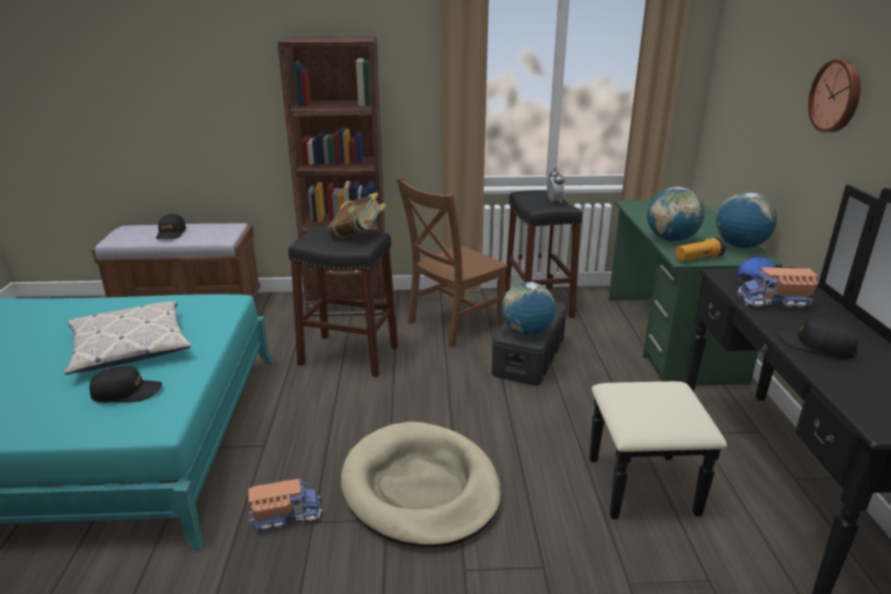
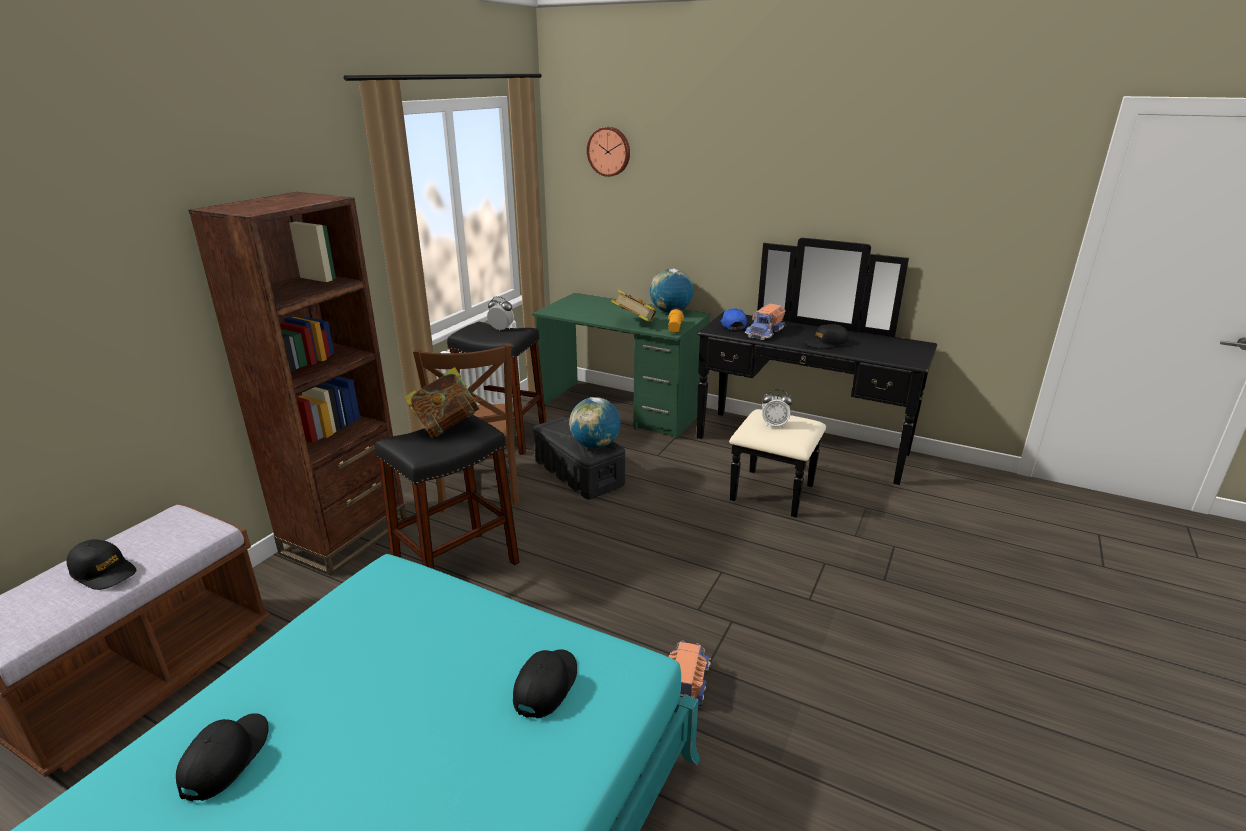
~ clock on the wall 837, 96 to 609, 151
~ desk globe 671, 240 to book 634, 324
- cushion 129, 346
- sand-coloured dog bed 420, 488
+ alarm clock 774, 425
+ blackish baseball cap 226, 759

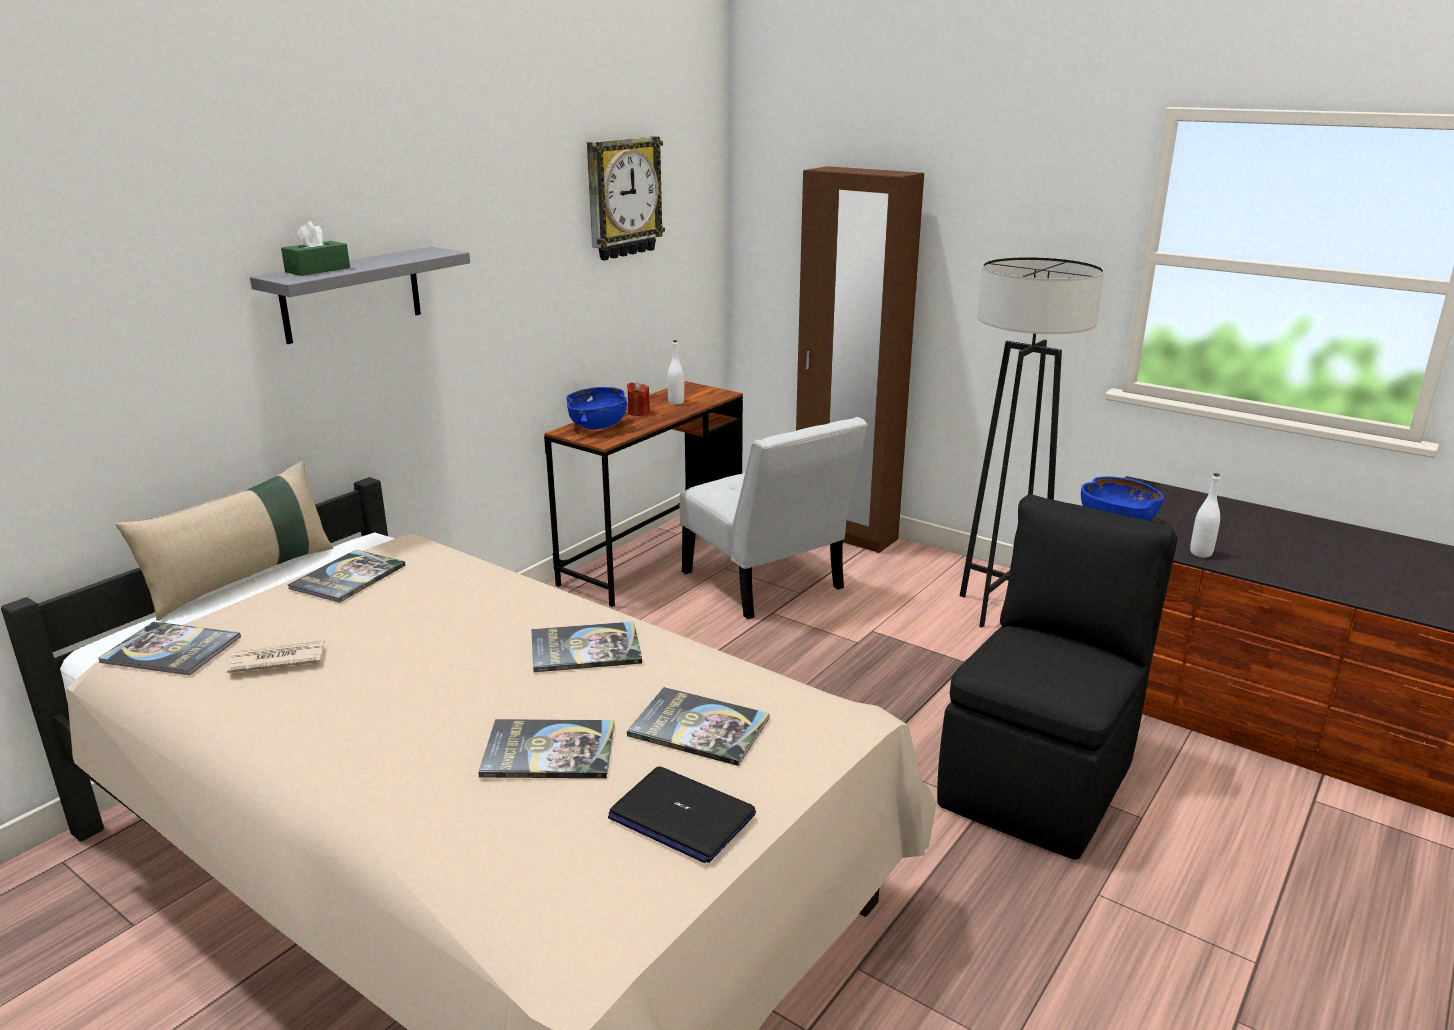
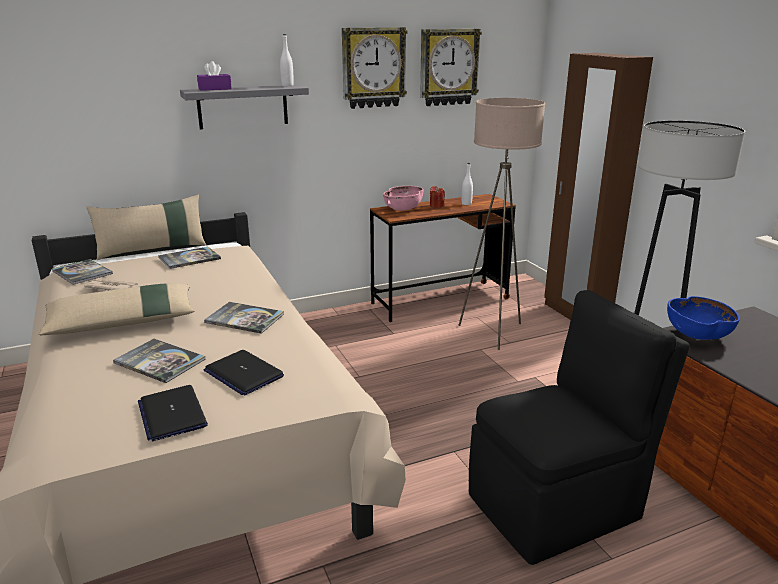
~ green tissue holder 318, 270 to purple tissue holder 215, 89
~ blue serving bowl 598, 426 to pink-coloured serving bowl 403, 209
~ white-coloured upright chair 766, 584 to sand-coloured standard lamp 493, 332
~ white-coloured beverage bottle 1201, 553 to 287, 85
~ book 699, 727 to portable computer 243, 374
+ clock on the wall 373, 68
+ sand-coloured cushion 123, 322

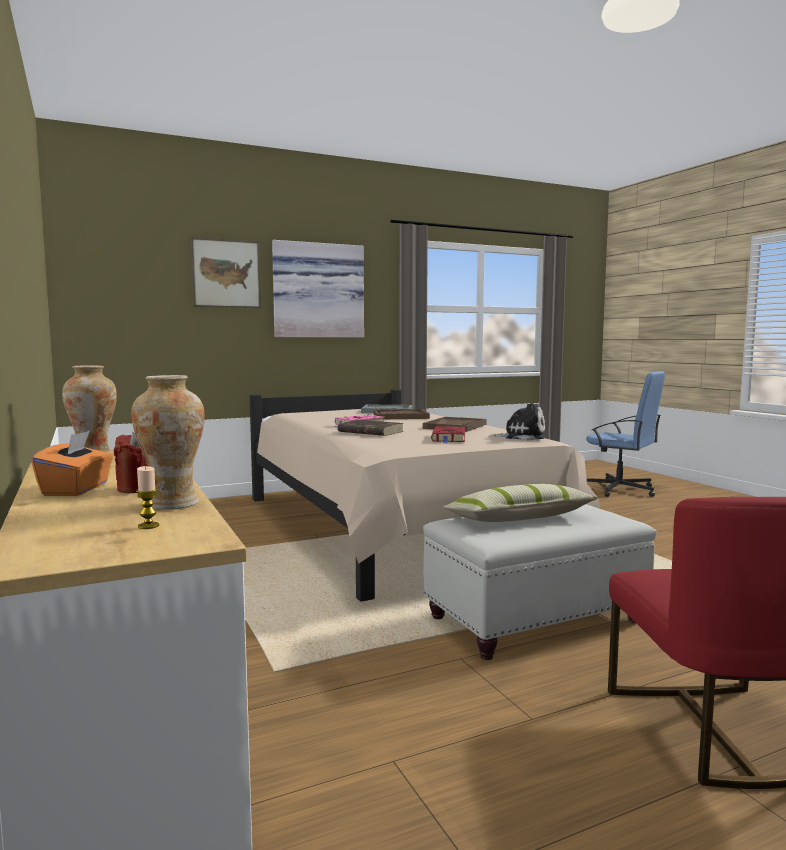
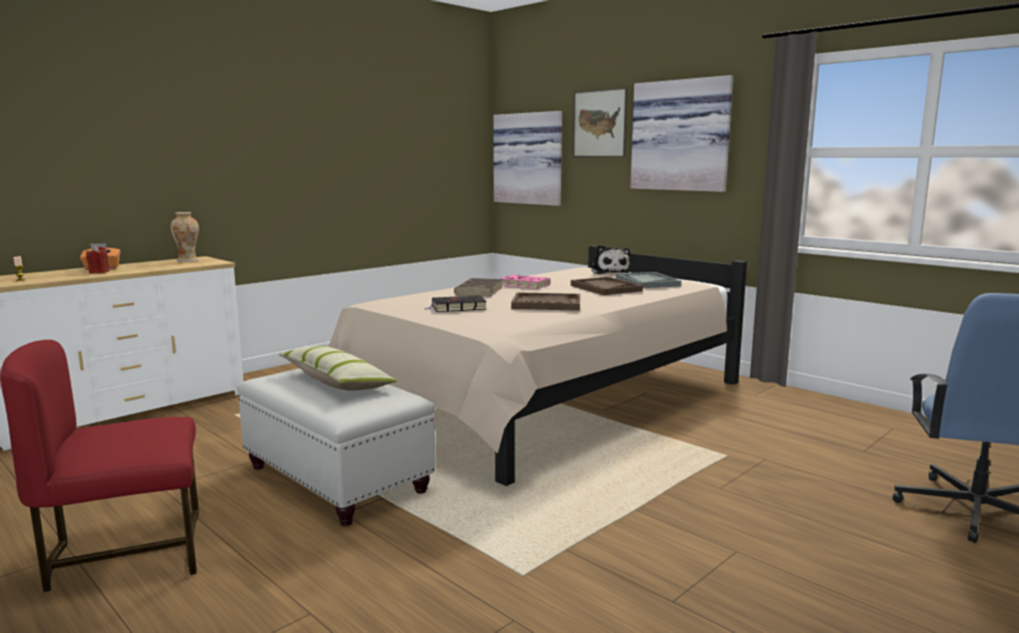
- flower vase 172, 504
~ plush toy 521, 437 to 609, 272
~ red book 449, 438 to blackish book 457, 308
+ wall picture 529, 158

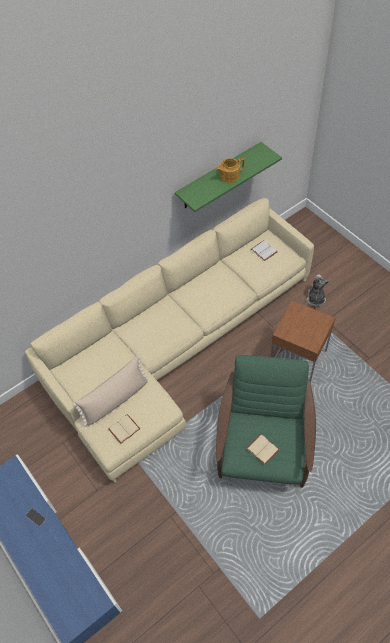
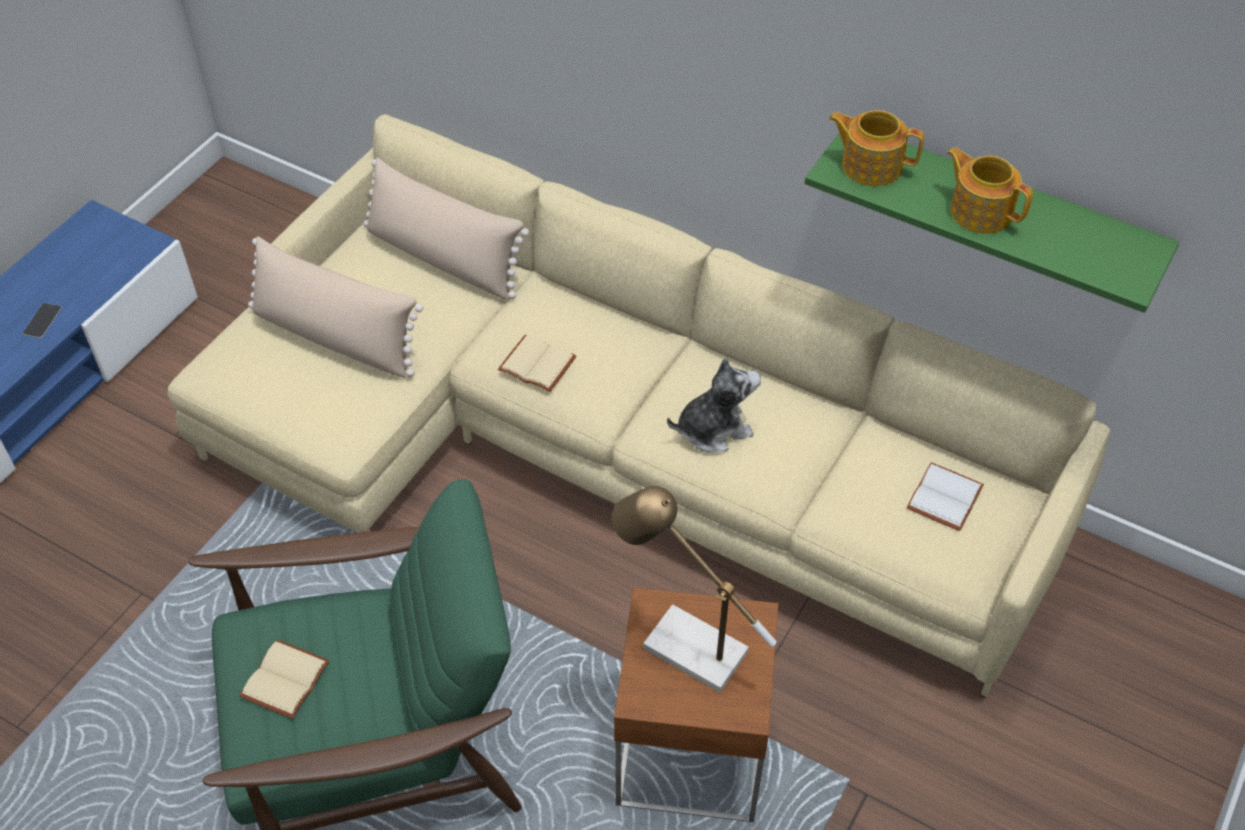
~ plush toy 315, 299 to 713, 429
~ sand-coloured book 124, 428 to 539, 363
+ pot for tea 870, 165
+ sand-coloured cushion 443, 258
+ table lamp 682, 645

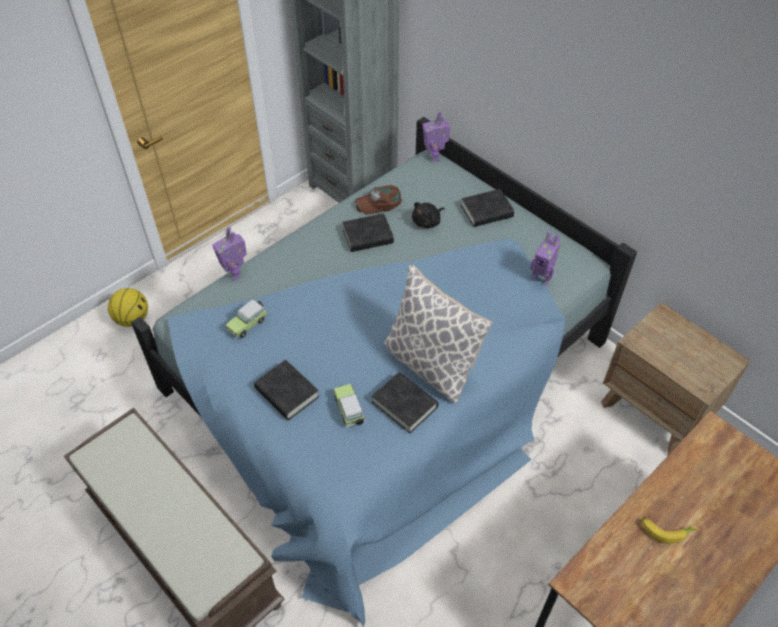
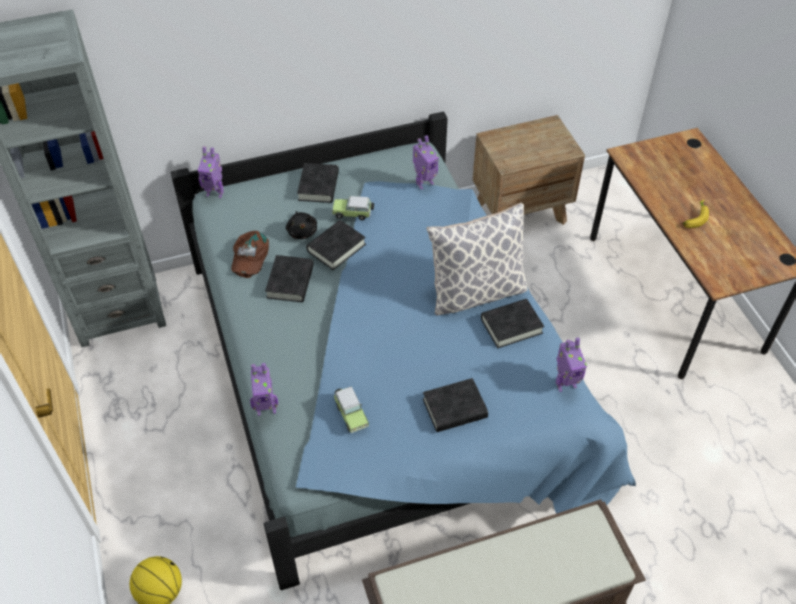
~ toy car 349, 411 to 353, 213
+ blackish book 336, 248
+ robot figure 565, 384

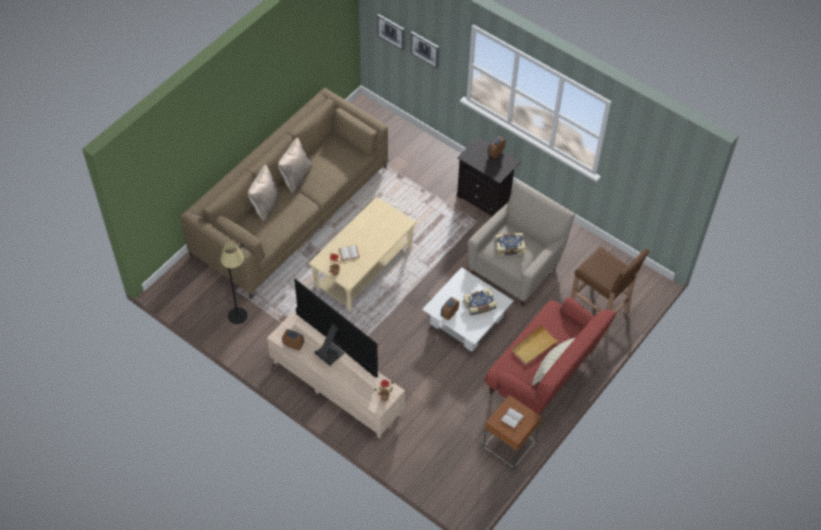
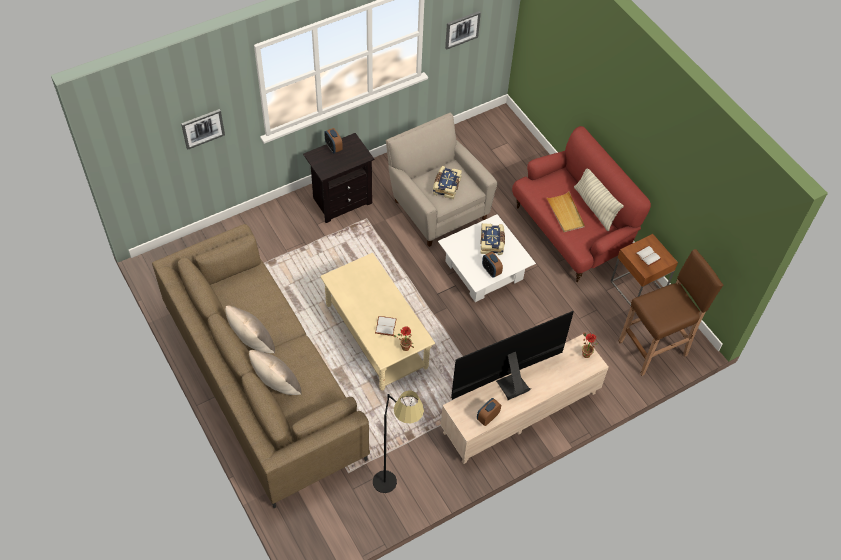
~ wall picture 391, 31 to 462, 29
~ brownish stool seat 599, 311 to 654, 348

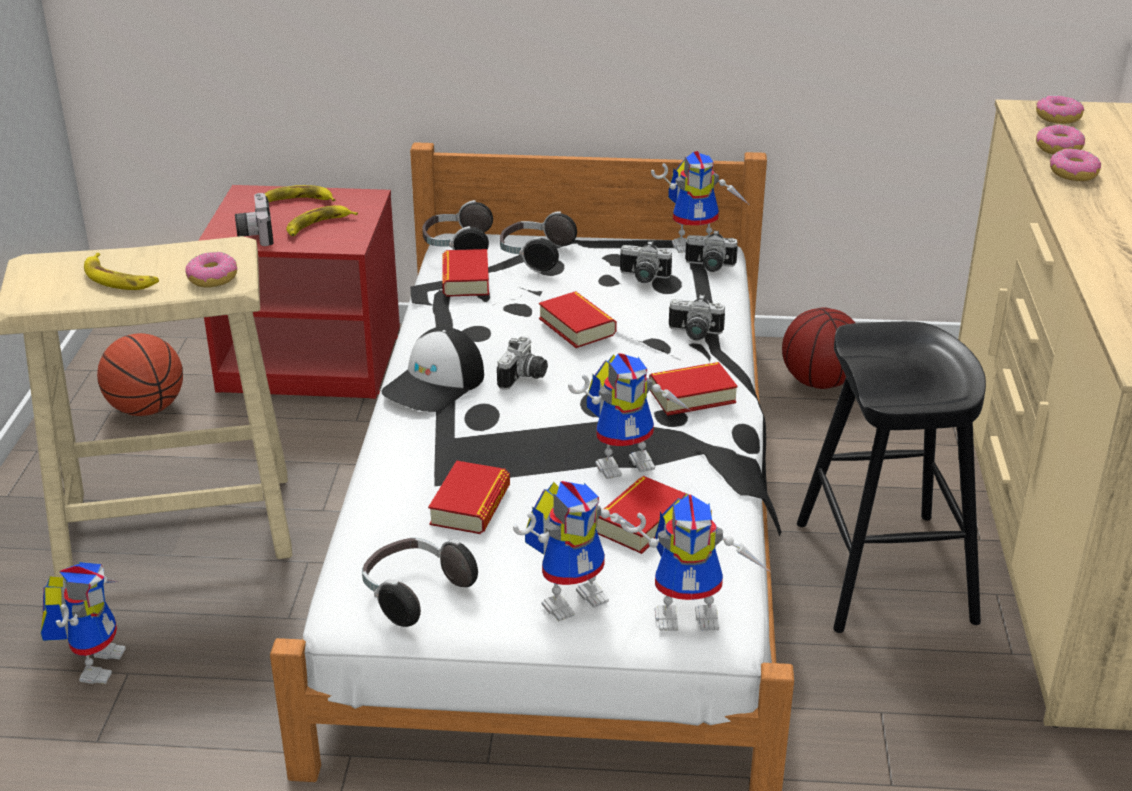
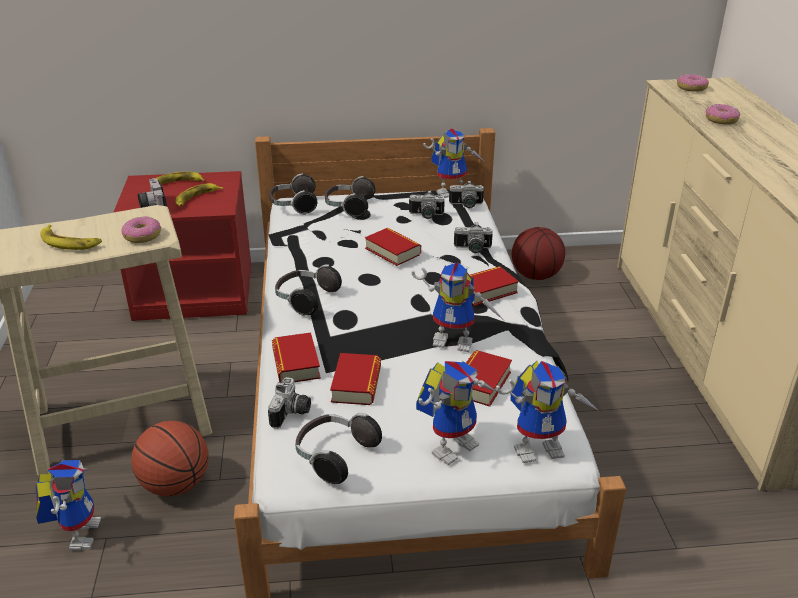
- donut 1058, 148
~ book 465, 280 to 296, 364
- blackish stool seat 884, 571
~ baseball cap 435, 384 to headphones 305, 300
~ basketball 147, 409 to 176, 484
~ photo camera 525, 377 to 292, 414
~ robot figure 626, 461 = 457, 340 45 degrees clockwise

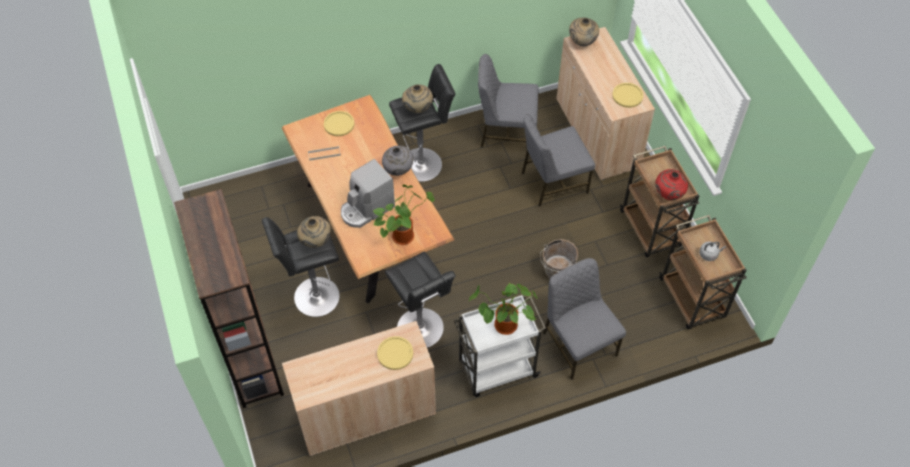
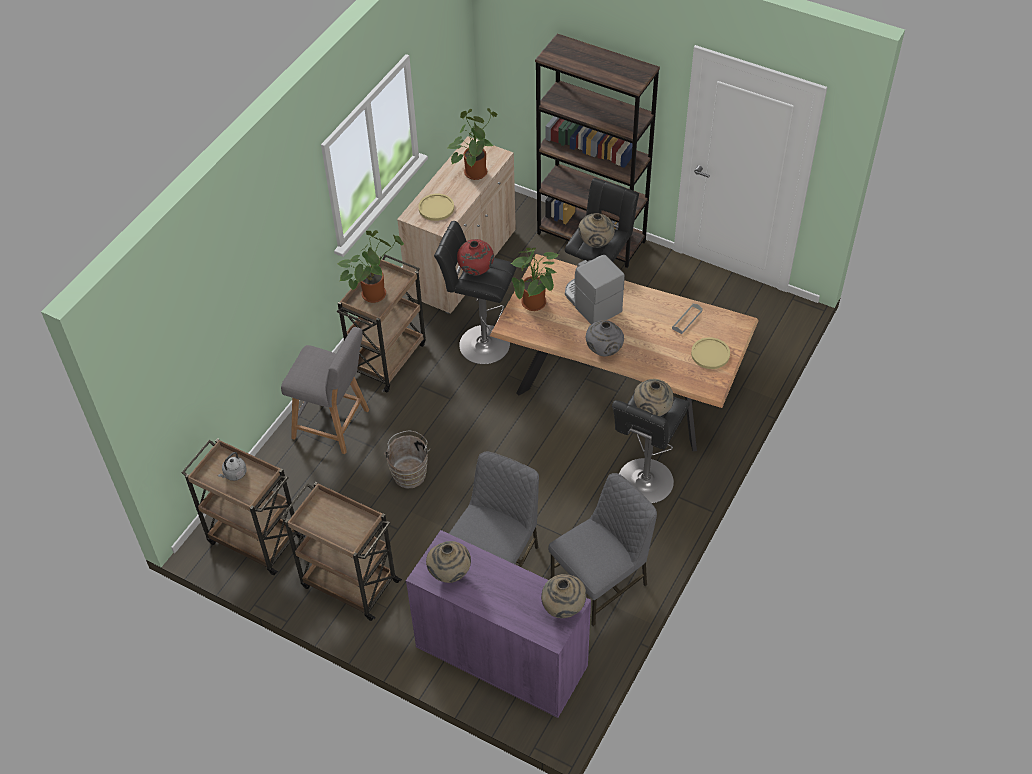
~ sand-coloured cabinet 597, 133 to purple cabinet 501, 657
~ yellowish plate 627, 96 to sand-coloured flower vase 449, 574
~ coffee machine 366, 209 = 591, 302 45 degrees counterclockwise
~ red flower vase 668, 194 to 476, 271
~ gray upright chair 578, 343 to gray stool seat 334, 425
~ white-coloured cart 496, 370 to brownish cart 388, 358
+ potted plant 474, 171

